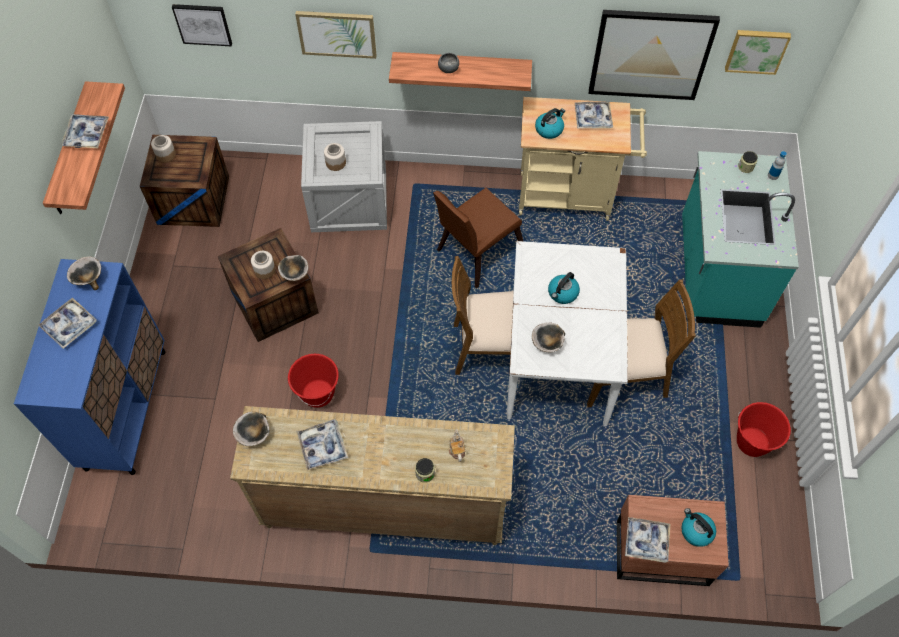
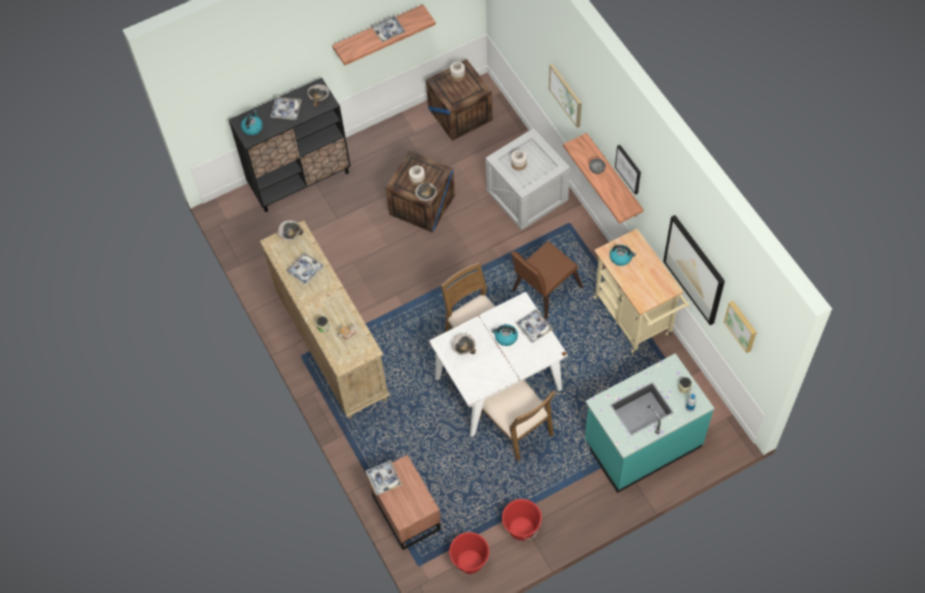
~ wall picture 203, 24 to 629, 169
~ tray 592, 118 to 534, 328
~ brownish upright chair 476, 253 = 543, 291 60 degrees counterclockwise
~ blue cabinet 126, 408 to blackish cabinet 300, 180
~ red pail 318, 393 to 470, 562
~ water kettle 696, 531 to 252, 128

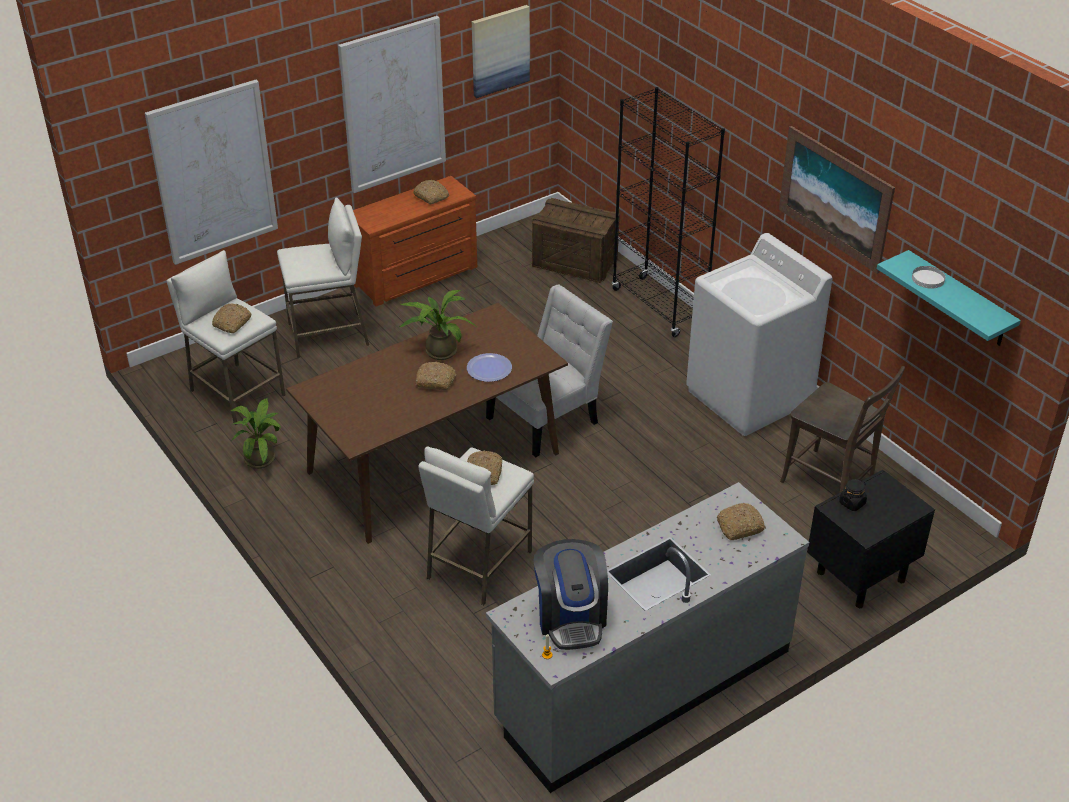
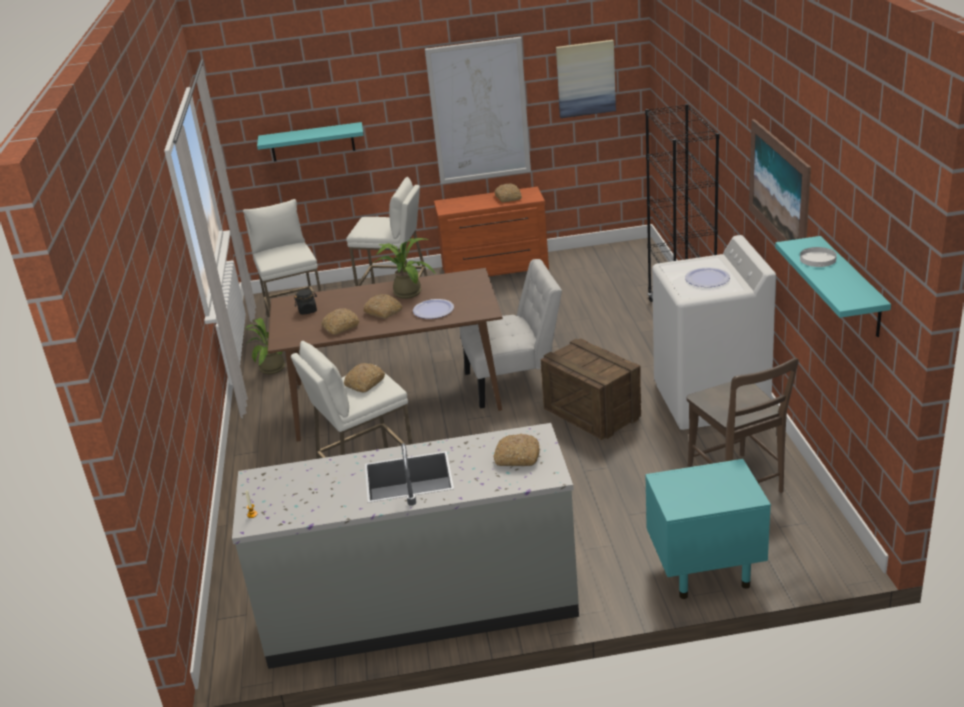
~ wall picture 213, 172 to turquoise-coloured shelf 312, 142
~ shipping crate 574, 262 to 591, 413
~ bread 232, 323 to 340, 327
~ blackish night table 859, 577 to turquoise-coloured night table 703, 571
~ blackish preserve jar 852, 503 to 307, 310
- coffee machine 571, 617
+ plate 707, 278

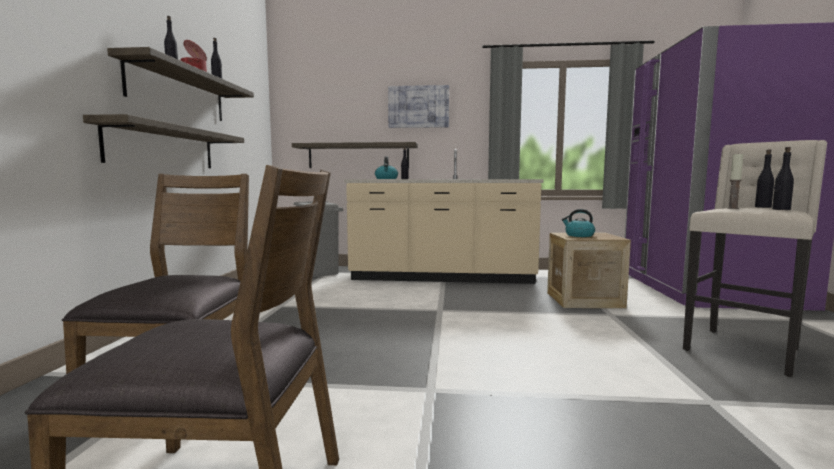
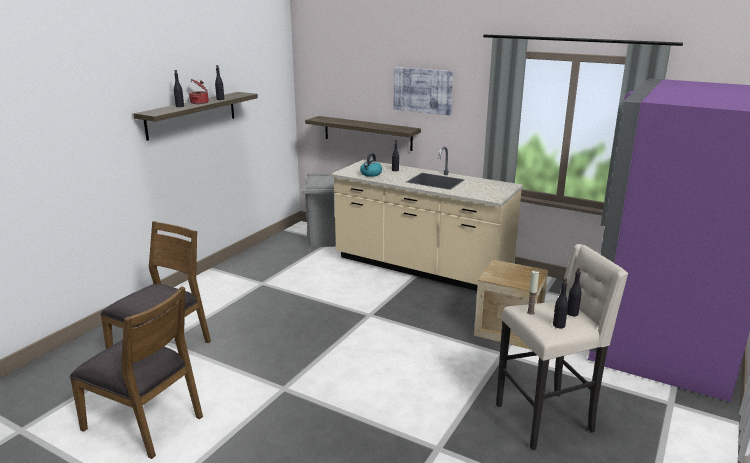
- shelf 164, 147
- water kettle 579, 235

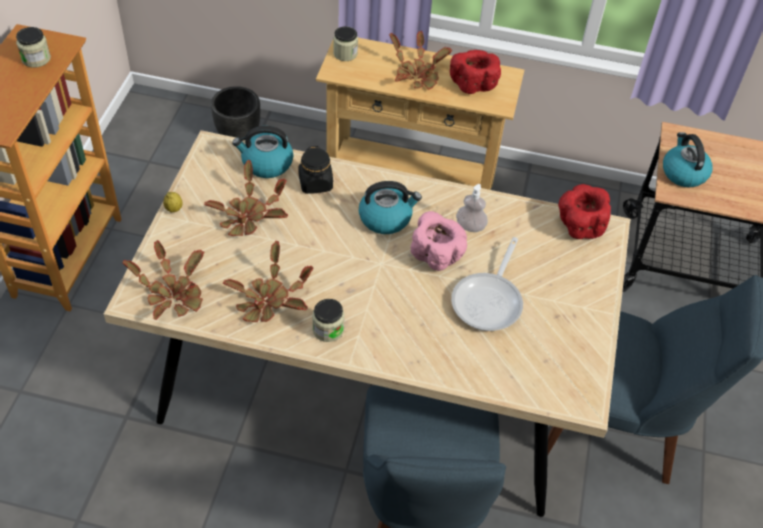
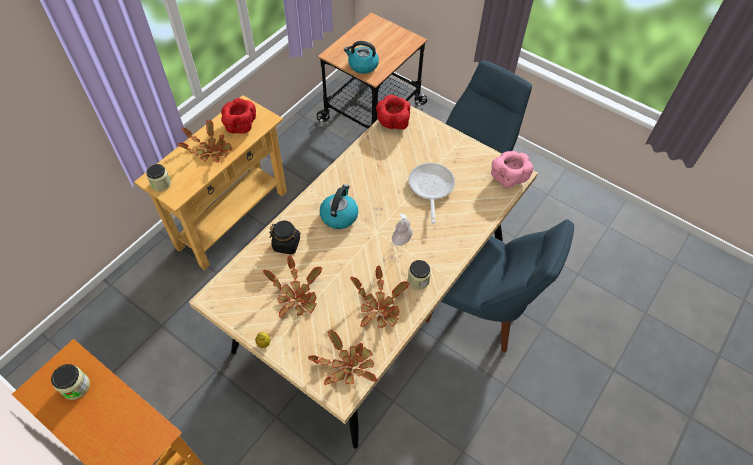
- blackish plant pot 237, 135
- water kettle 266, 164
~ liquid soap bottle 470, 226 to 401, 240
~ pink-coloured serving bowl 437, 255 to 508, 177
~ skillet 489, 301 = 430, 188 135 degrees counterclockwise

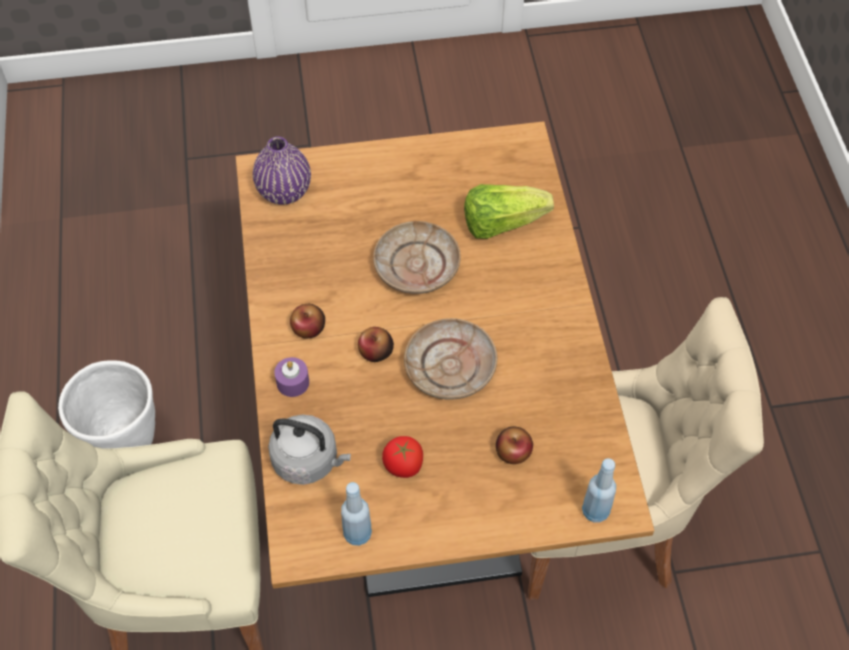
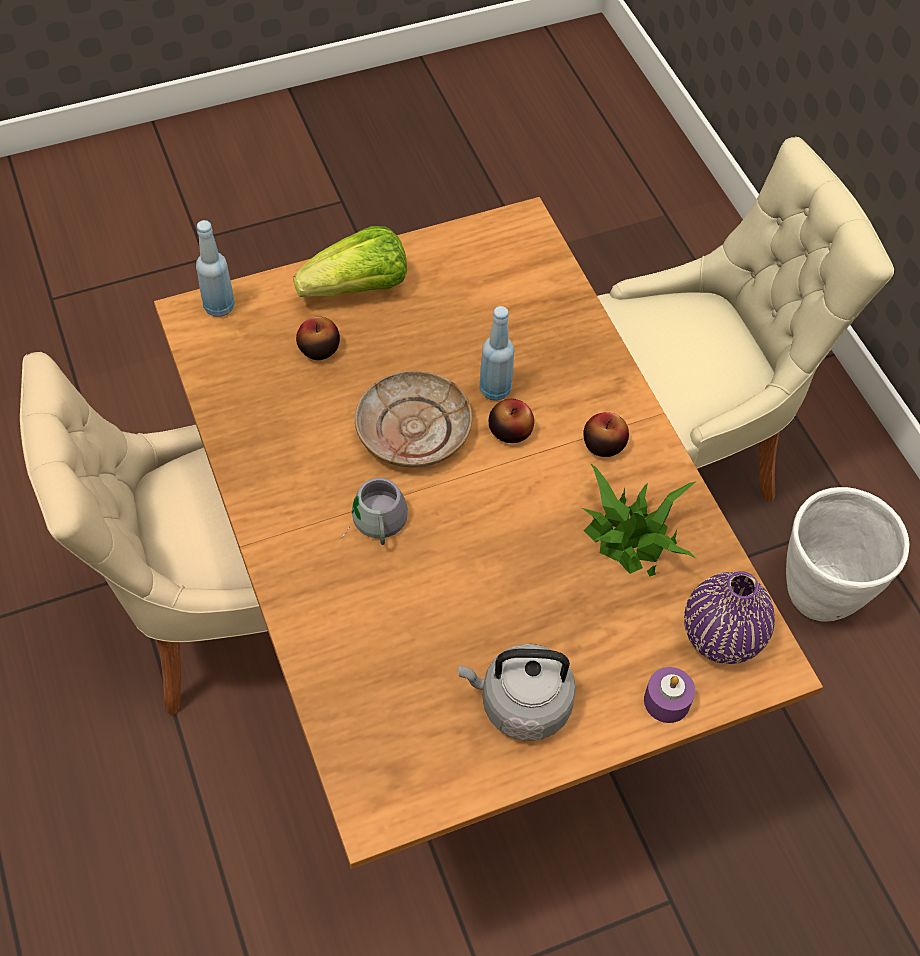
~ head of lettuce 501, 223 to 358, 288
- sand-coloured plate 416, 266
~ purple candle 292, 382 to 667, 701
~ gray water kettle 308, 461 to 520, 704
- tomato 403, 466
~ blue beverage bottle 357, 534 to 495, 389
+ potted plant 631, 537
+ gray tea mug 374, 524

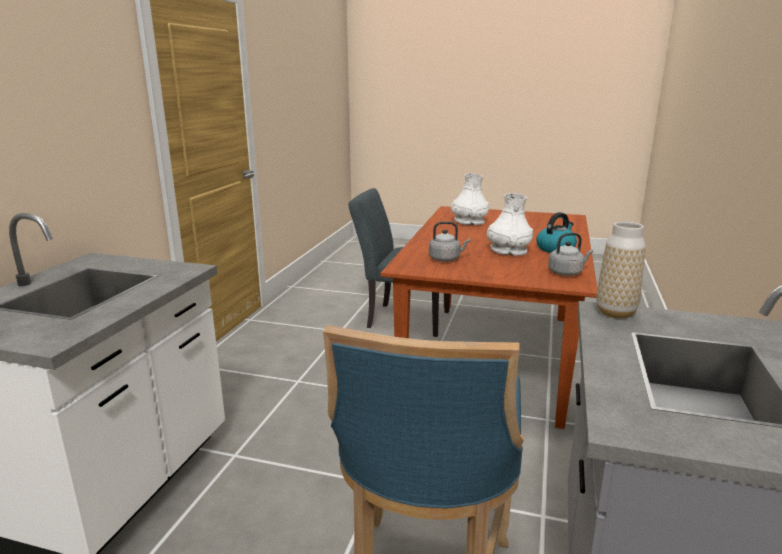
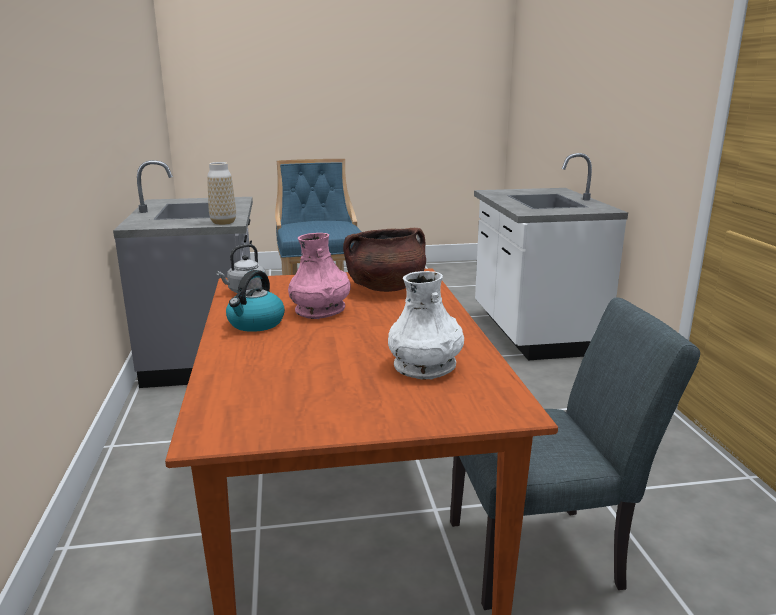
~ white-coloured flower vase 508, 250 to pink-coloured flower vase 320, 310
~ gray water kettle 446, 259 to brownish saucepot 386, 288

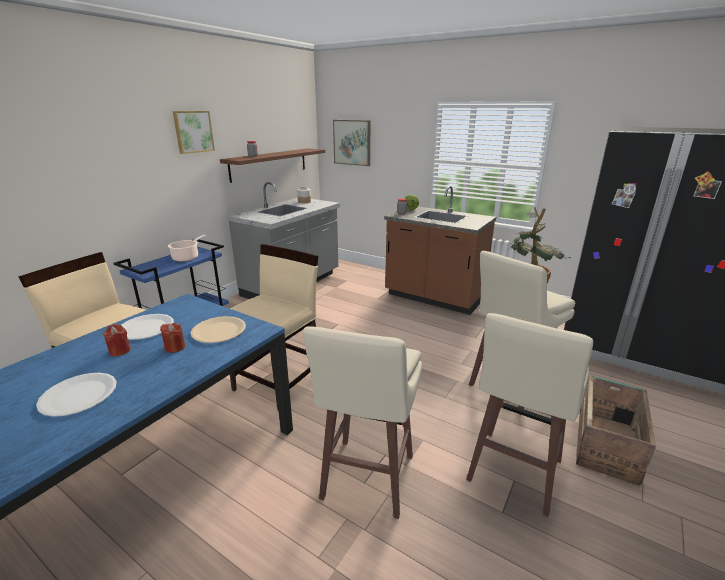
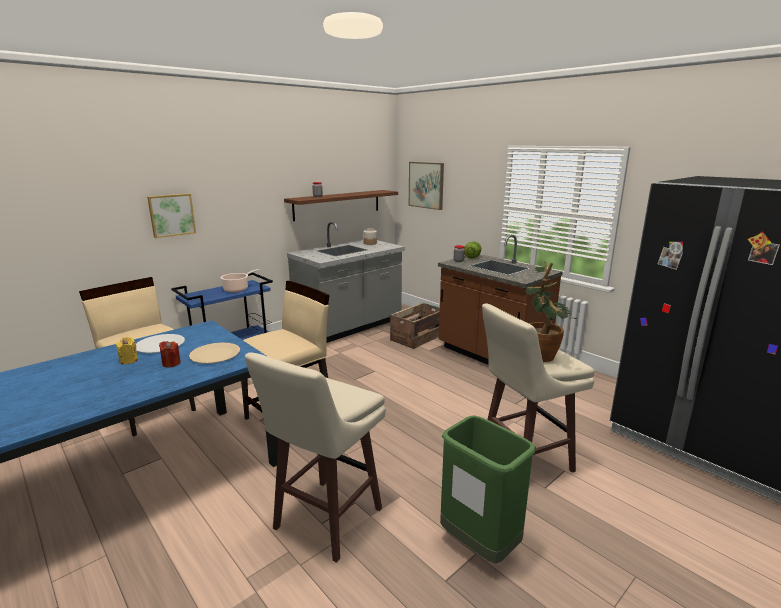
~ wall picture 193, 131 to 171, 215
~ sand-coloured stool seat 513, 472 to green trash can 479, 545
~ red candle 120, 351 to yellowish candle 129, 360
- white-coloured plate 78, 395
~ shipping crate 607, 443 to 419, 337

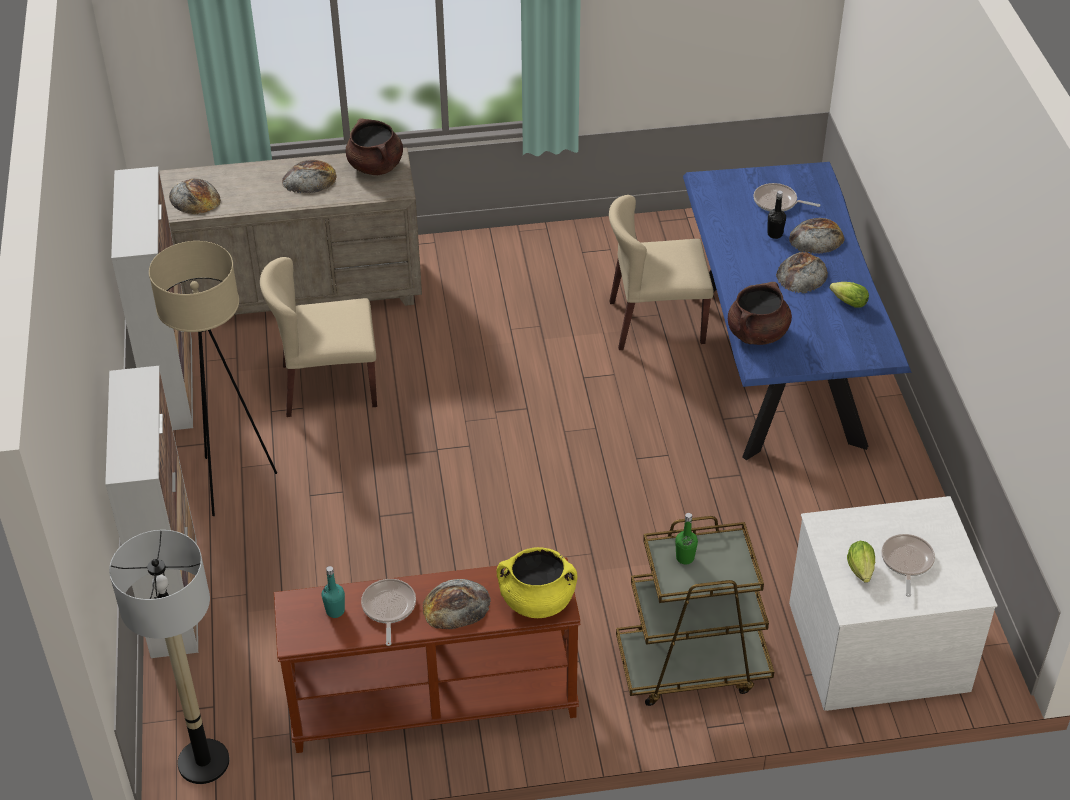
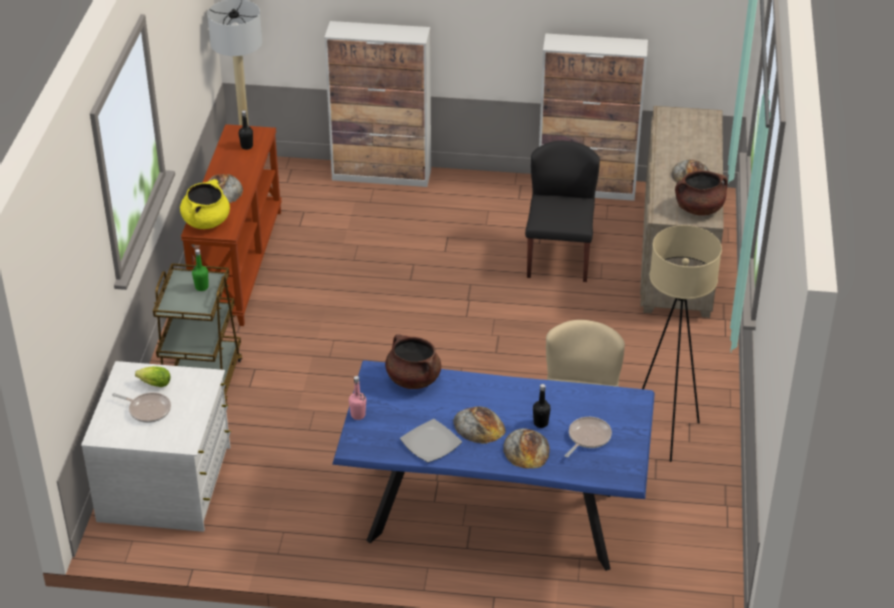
- bread 194, 197
~ sand-coloured standard lamp 231, 482 to 665, 434
~ sand-coloured upright chair 328, 386 to blackish upright chair 559, 257
~ head of lettuce 846, 302 to plate 430, 443
~ turquoise-coloured beverage bottle 335, 611 to blackish beverage bottle 247, 146
- skillet 388, 608
+ pink-coloured beverage bottle 358, 415

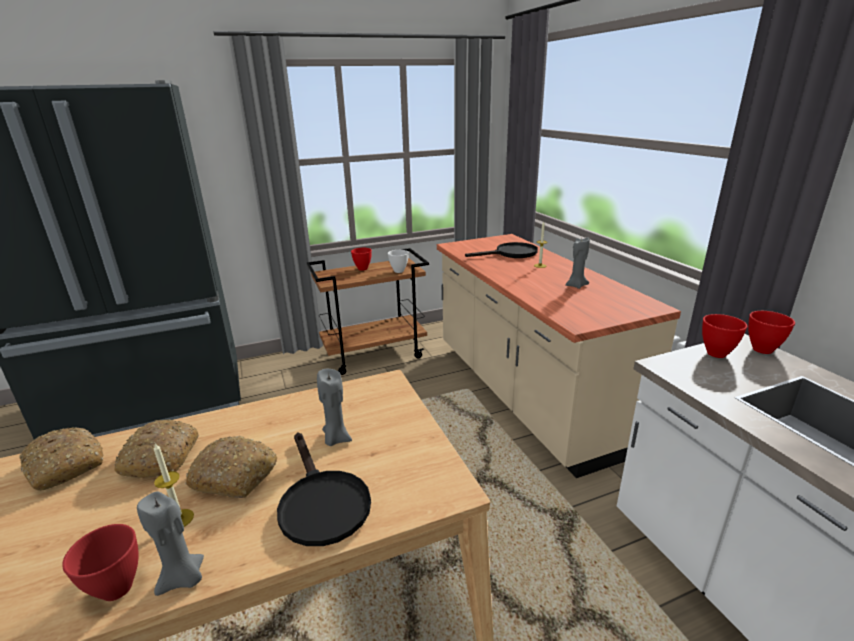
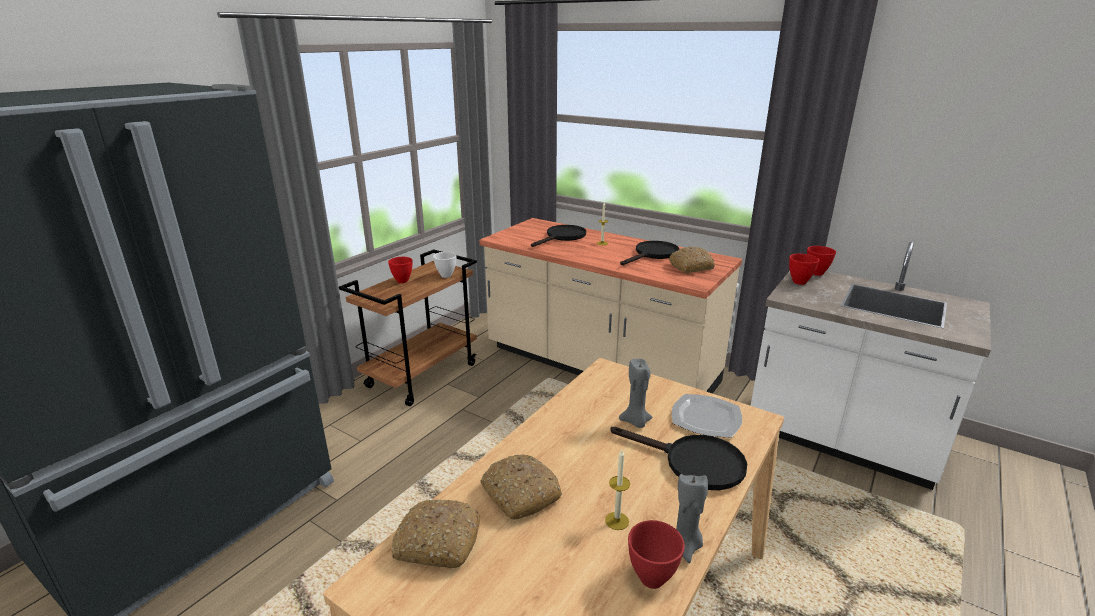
~ gray candle 576, 285 to blackish skillet 653, 254
~ bread 235, 475 to 691, 267
+ plate 706, 418

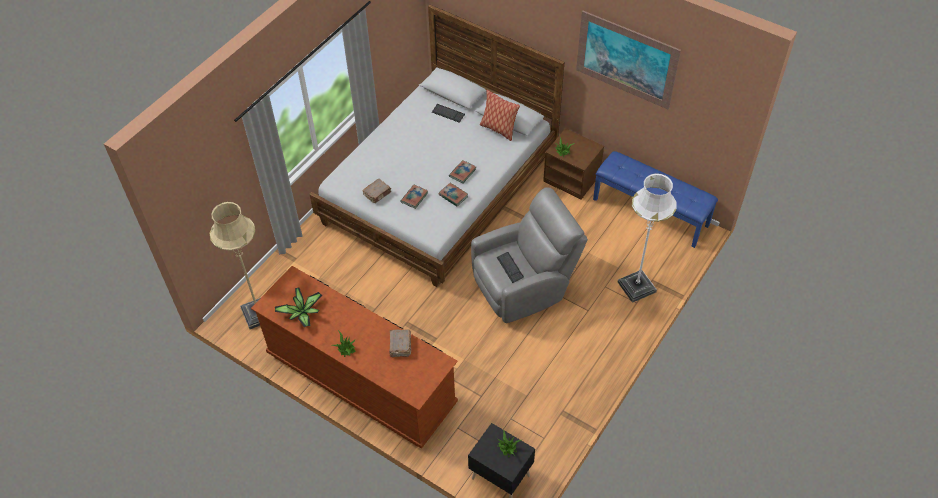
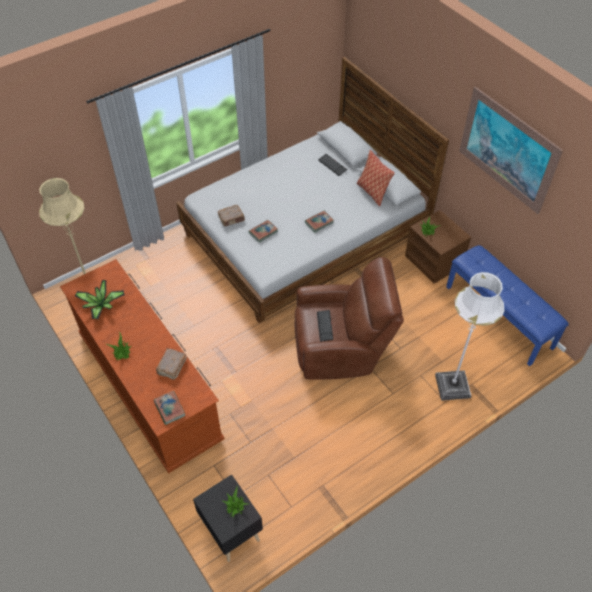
~ book 453, 196 to 169, 408
~ gray lounge chair 524, 285 to brownish lounge chair 341, 348

